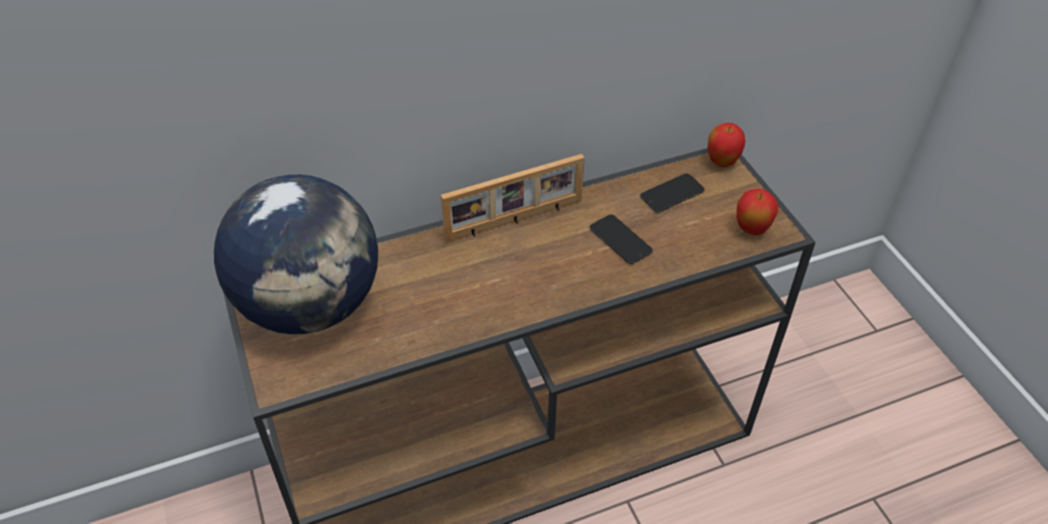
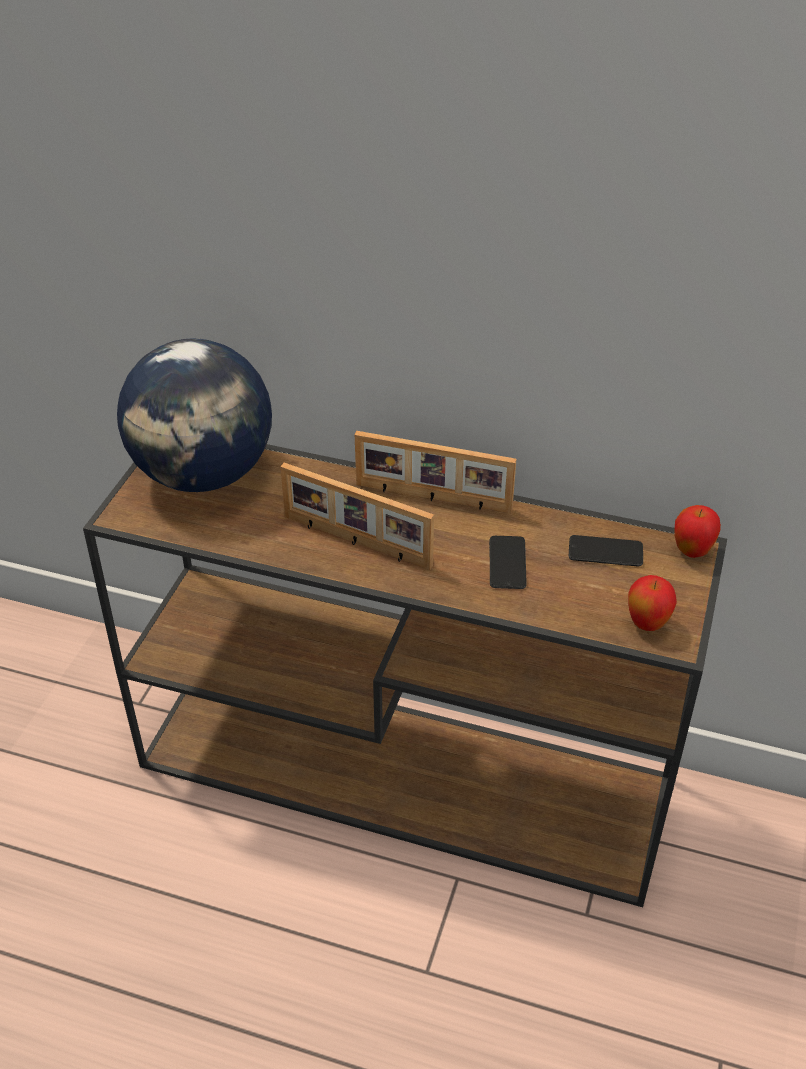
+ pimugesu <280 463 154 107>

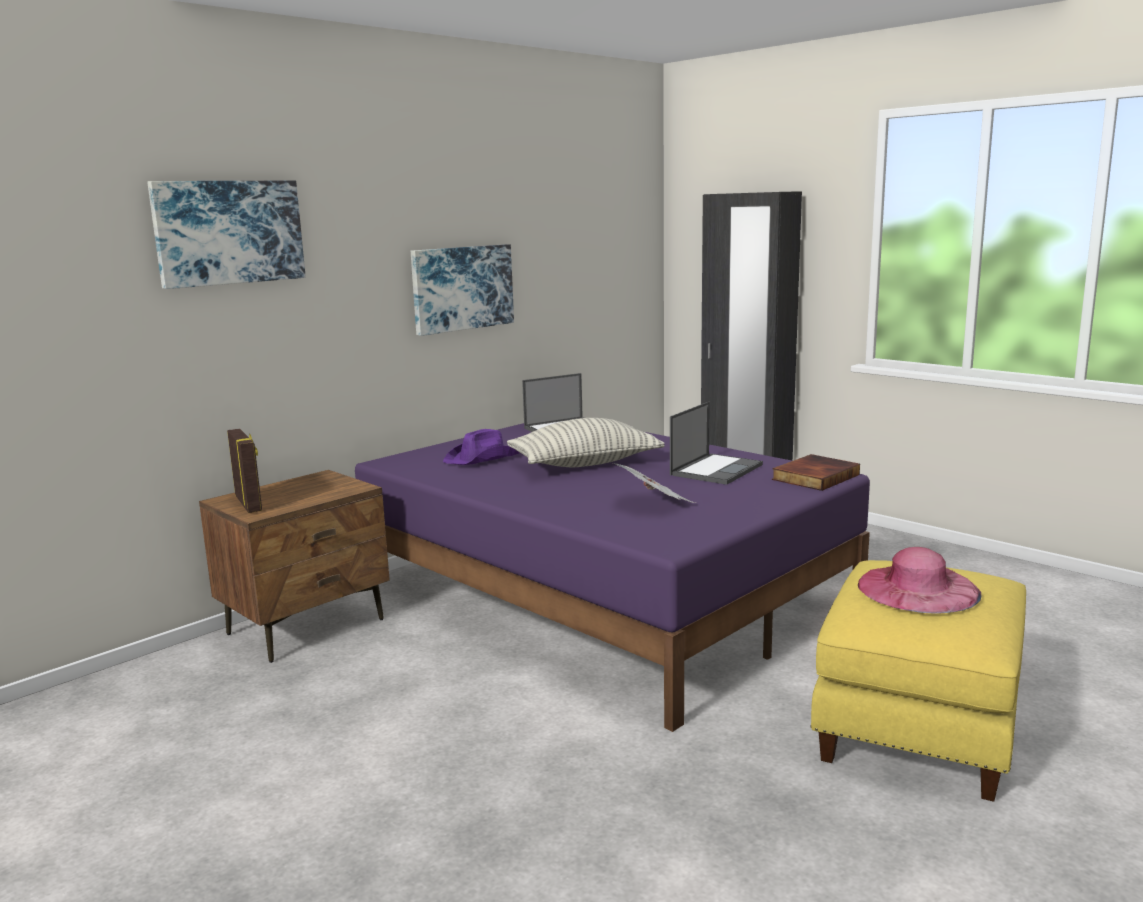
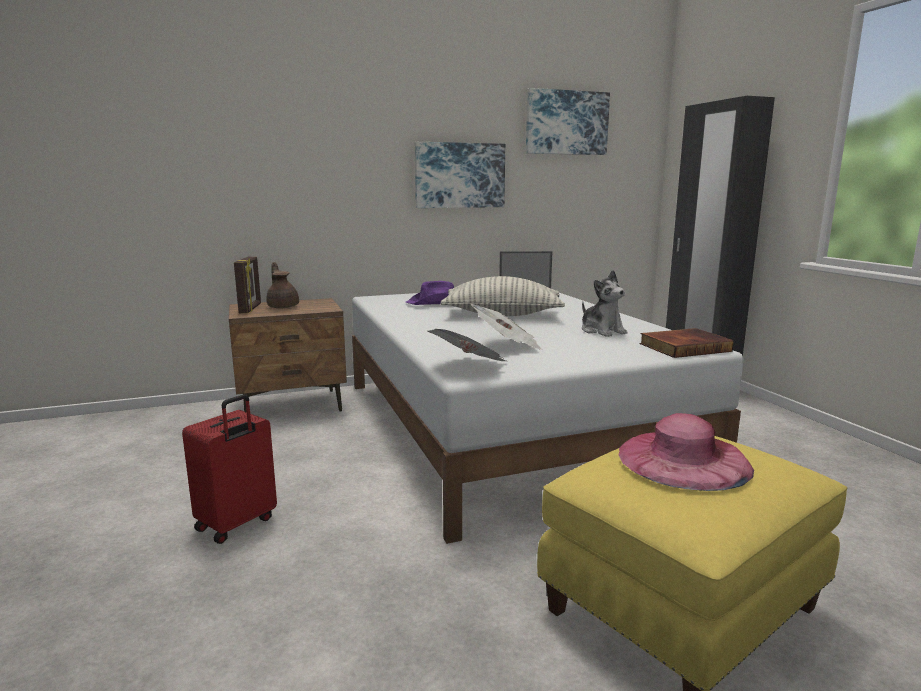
+ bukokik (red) <182 394 95 150>
+ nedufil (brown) <266 262 33 46>
+ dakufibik <427 329 79 32>
~ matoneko <147 181 159 108> to <526 88 84 67>
~ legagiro <670 402 93 83> to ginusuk <582 270 45 67>
~ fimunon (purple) <355 423 515 309> to fimunon (white) <352 293 392 251>

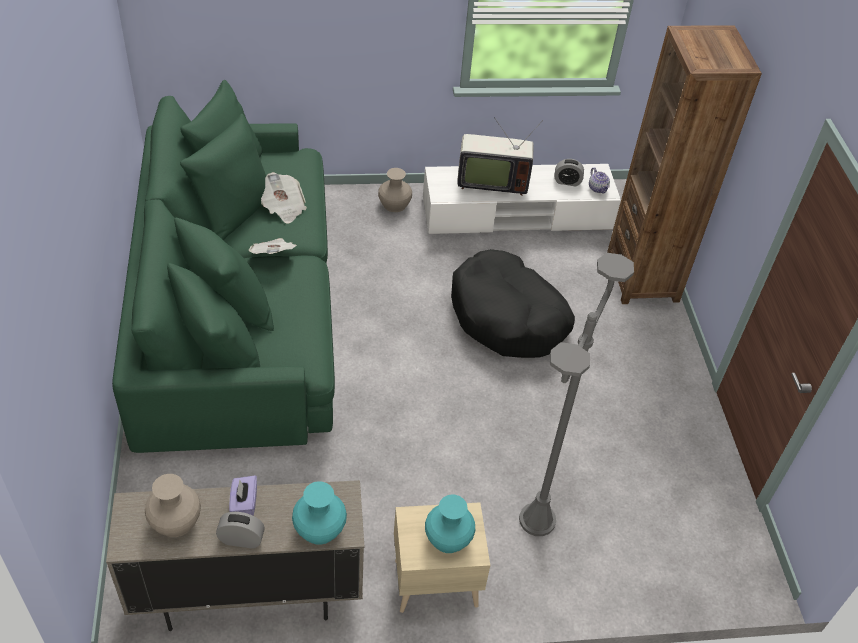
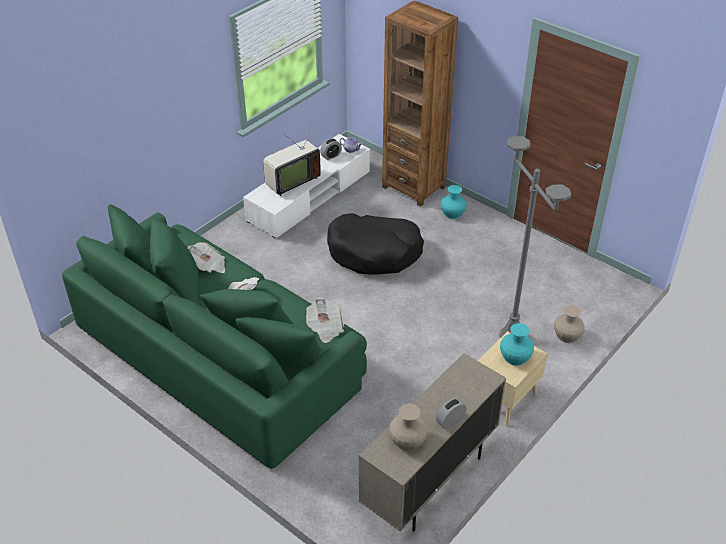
- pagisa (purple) <229 475 28 41>
+ dakufibik <306 297 38 46>
~ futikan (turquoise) <292 481 55 64> to <440 185 27 34>
~ futikan (beige) <378 168 34 44> to <554 305 30 38>

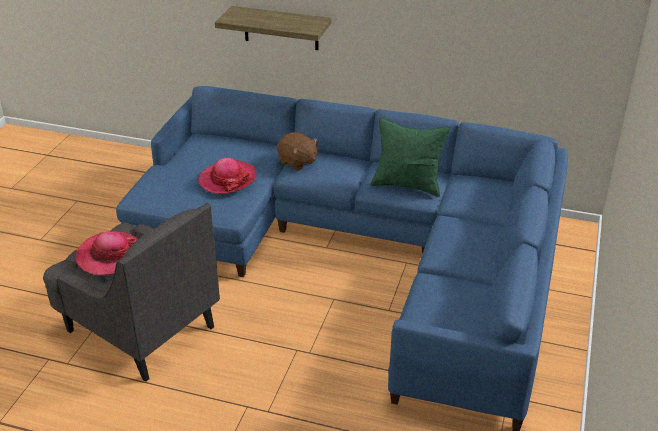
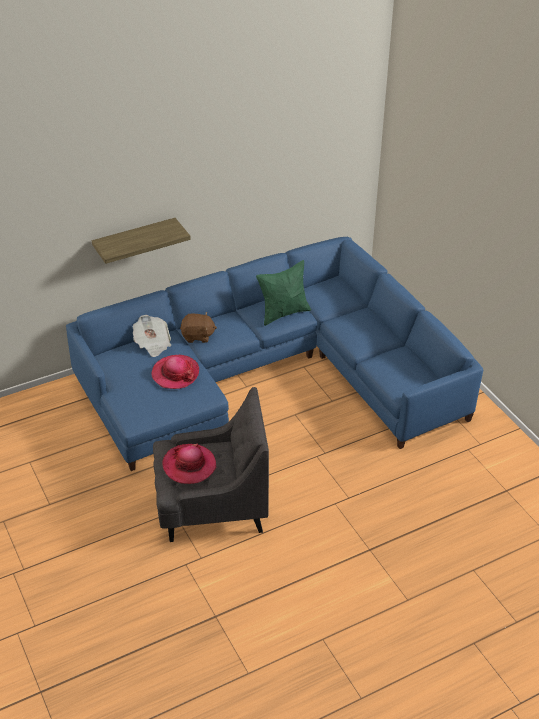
+ dakufibik <132 315 39 42>

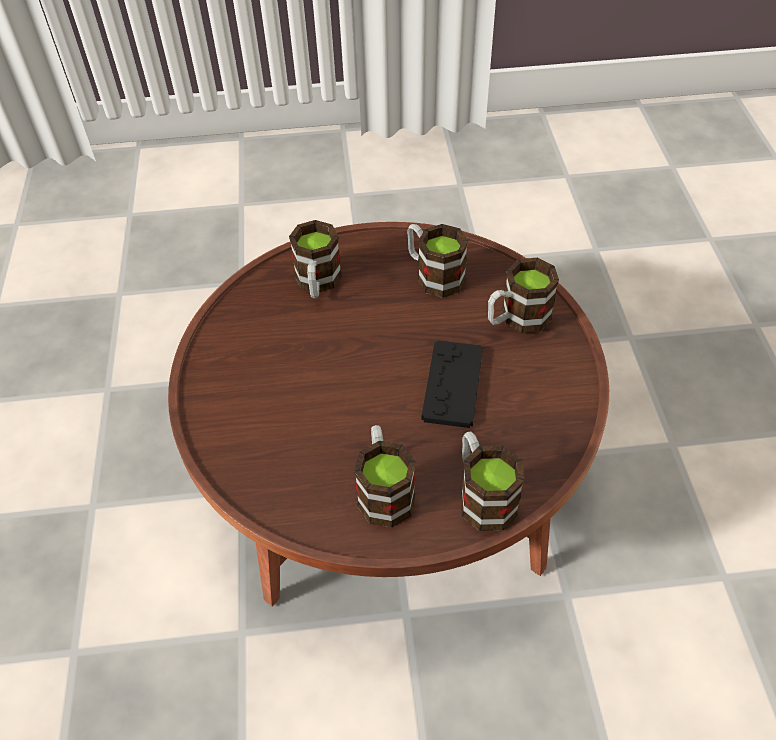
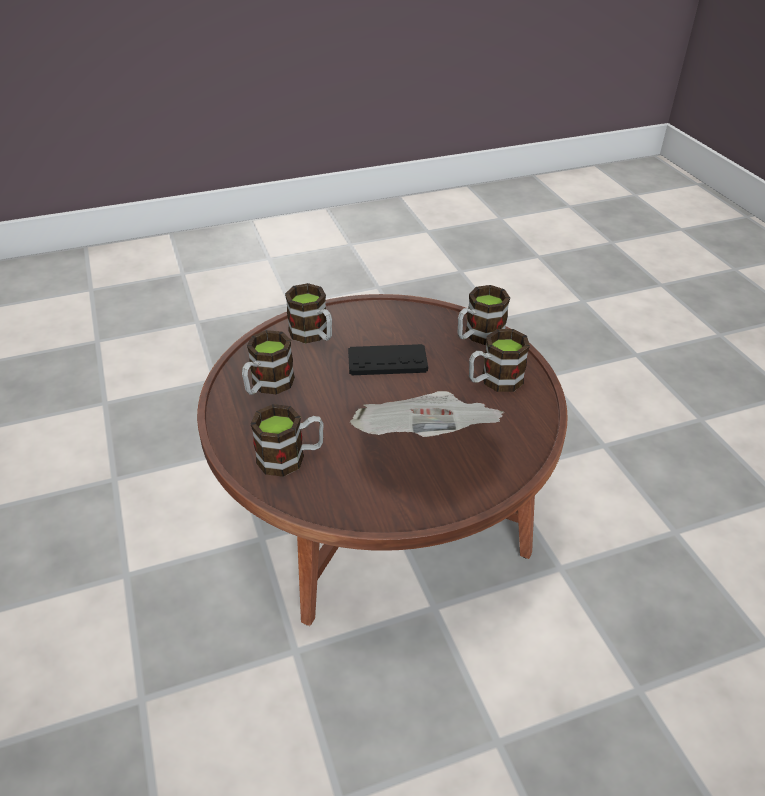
+ dakufibik <350 391 154 46>

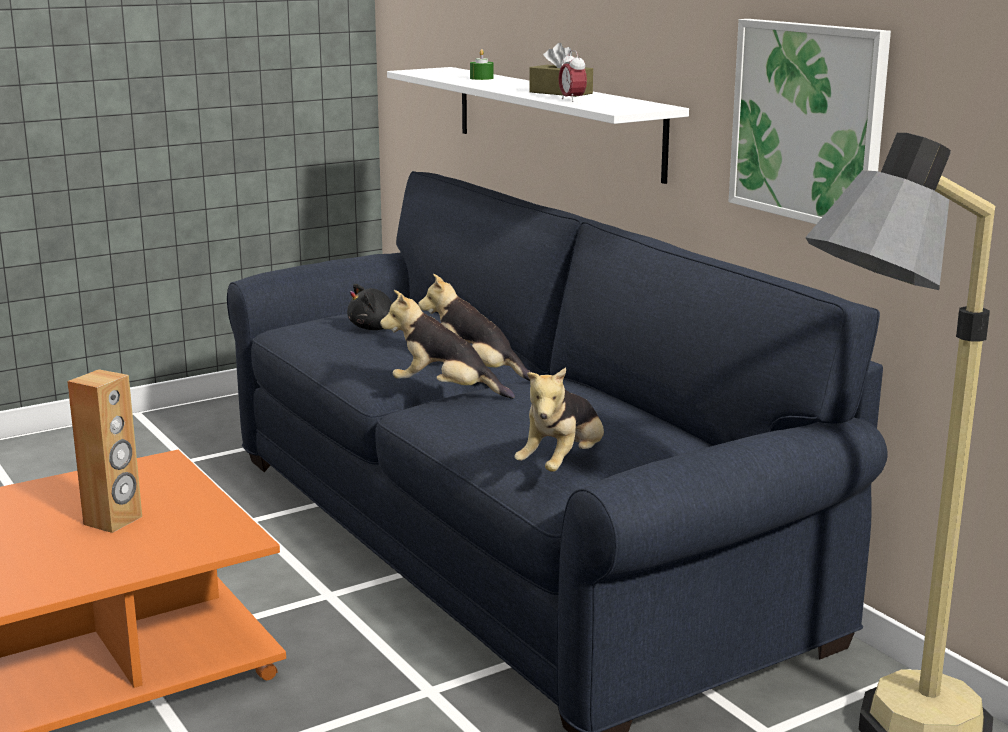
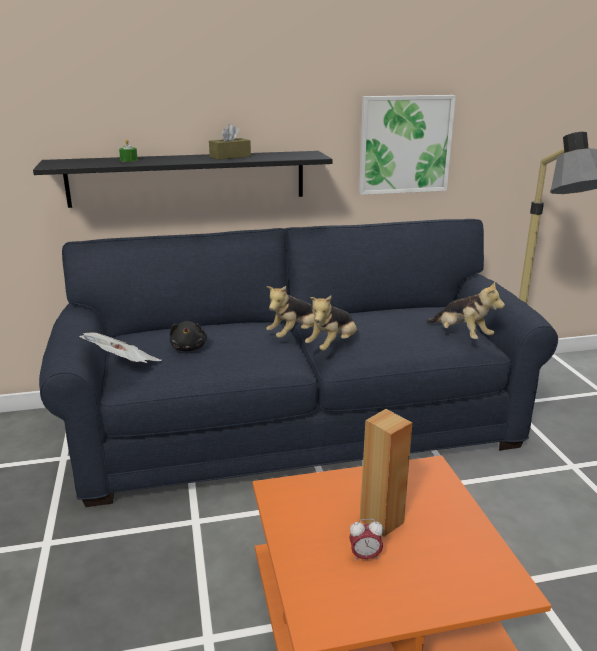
+ dakufibik <79 333 83 30>
~ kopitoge <559 50 28 52> to <349 519 34 42>
~ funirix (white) <387 67 302 117> to funirix (black) <33 151 300 57>

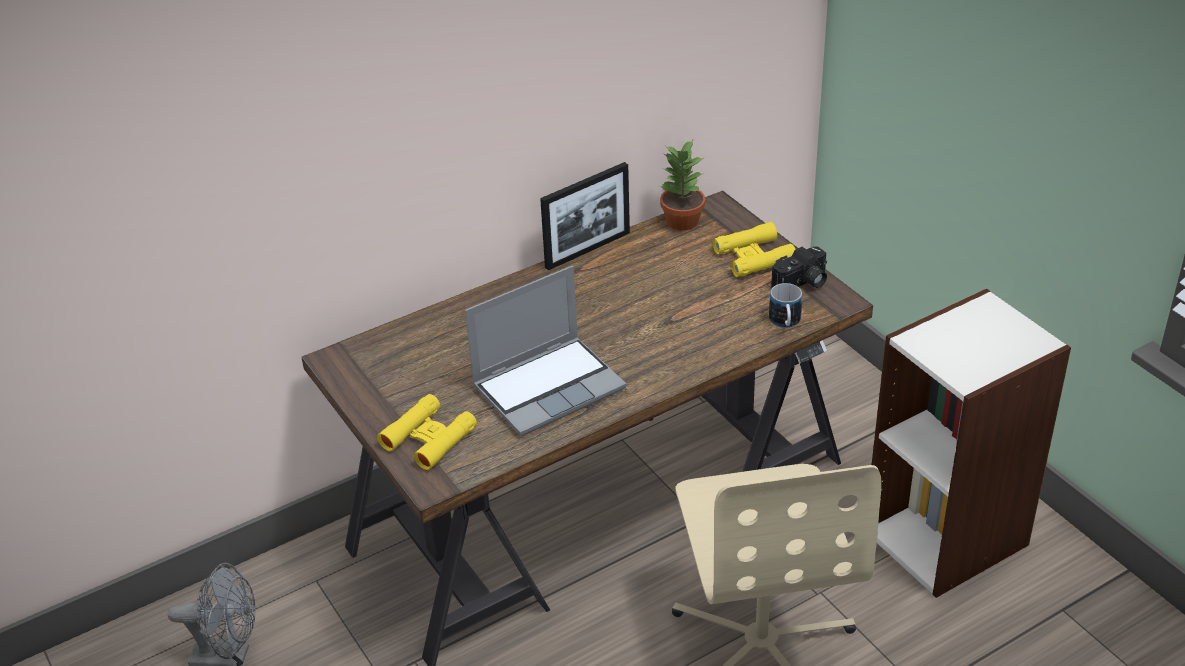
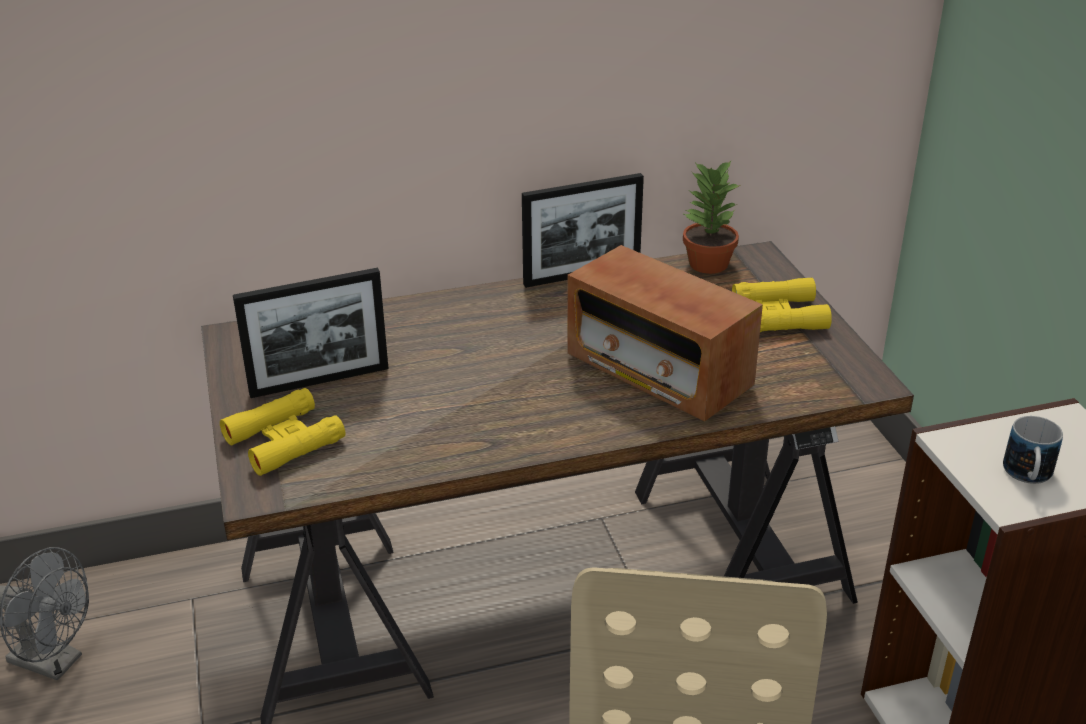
- legagiro <465 266 162 170>
- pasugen <771 246 56 42>
+ pimugesu <233 268 156 130>
+ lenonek <568 245 195 177>
~ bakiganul <769 283 33 45> to <1003 416 60 68>

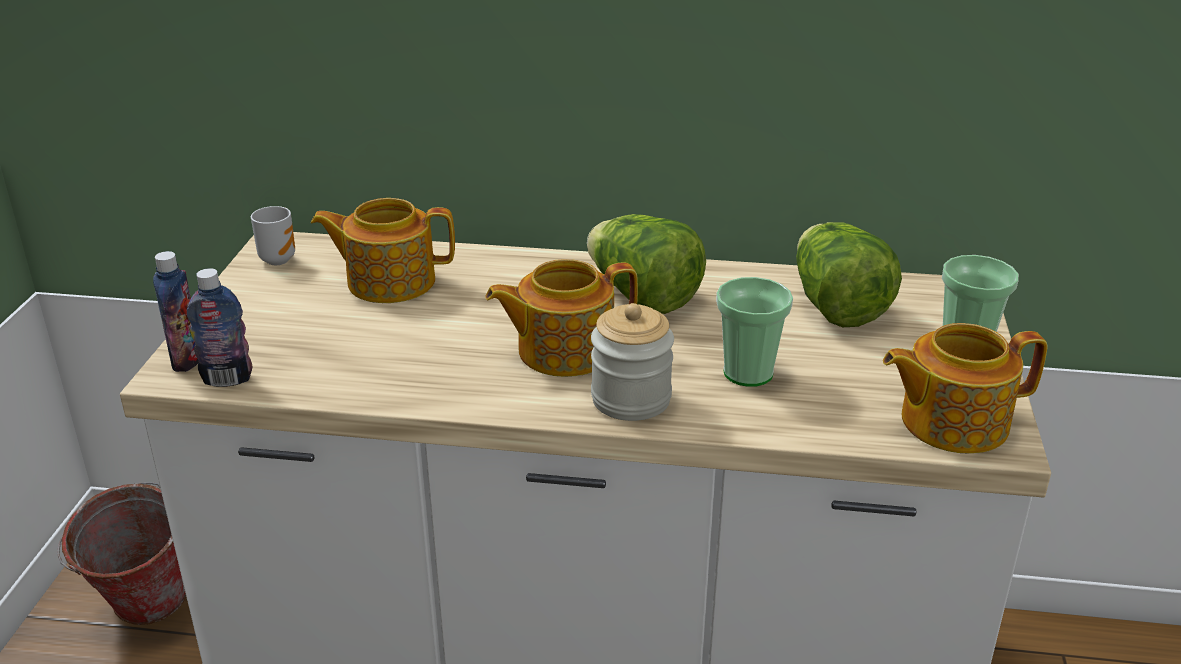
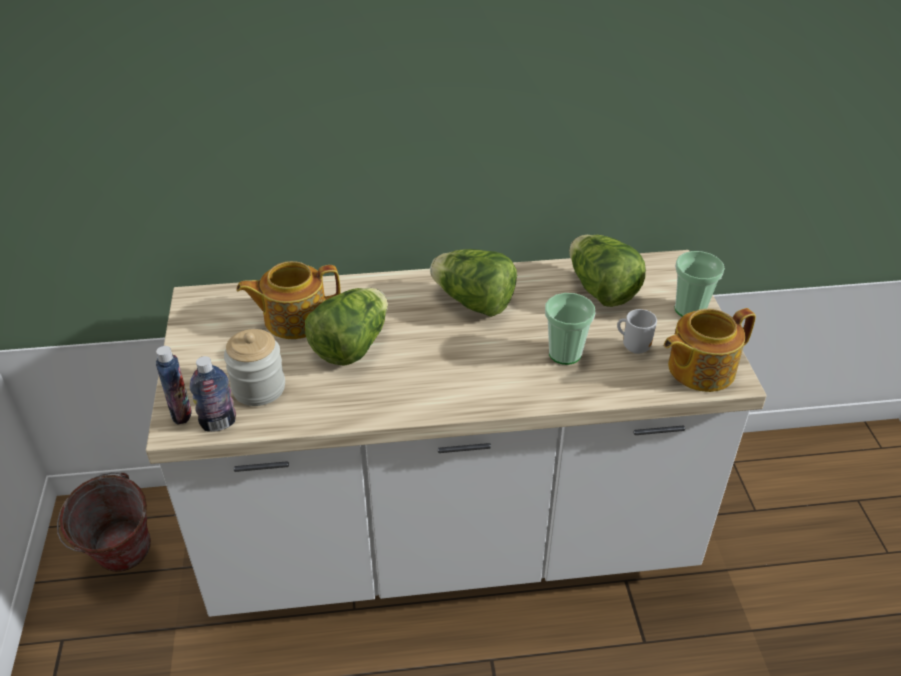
- nedufil <485 259 153 118>
+ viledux <305 287 83 79>
~ bakiganul <251 206 44 59> to <617 309 40 45>
~ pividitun <591 303 83 118> to <224 329 61 77>

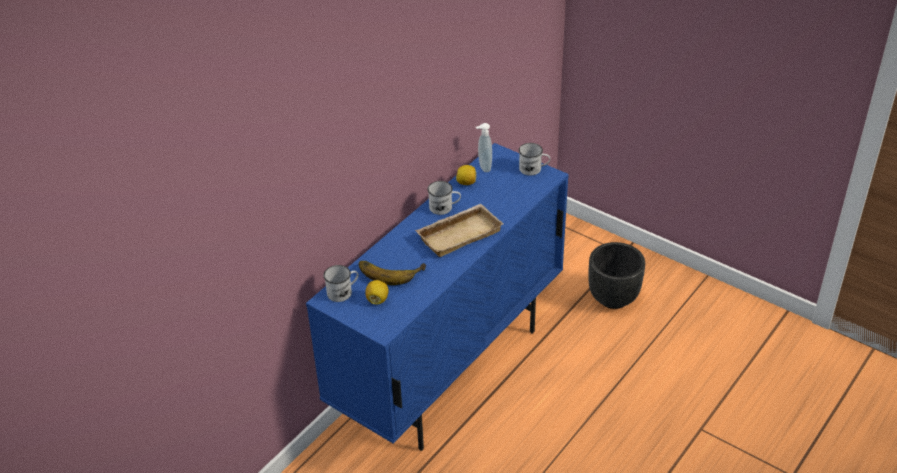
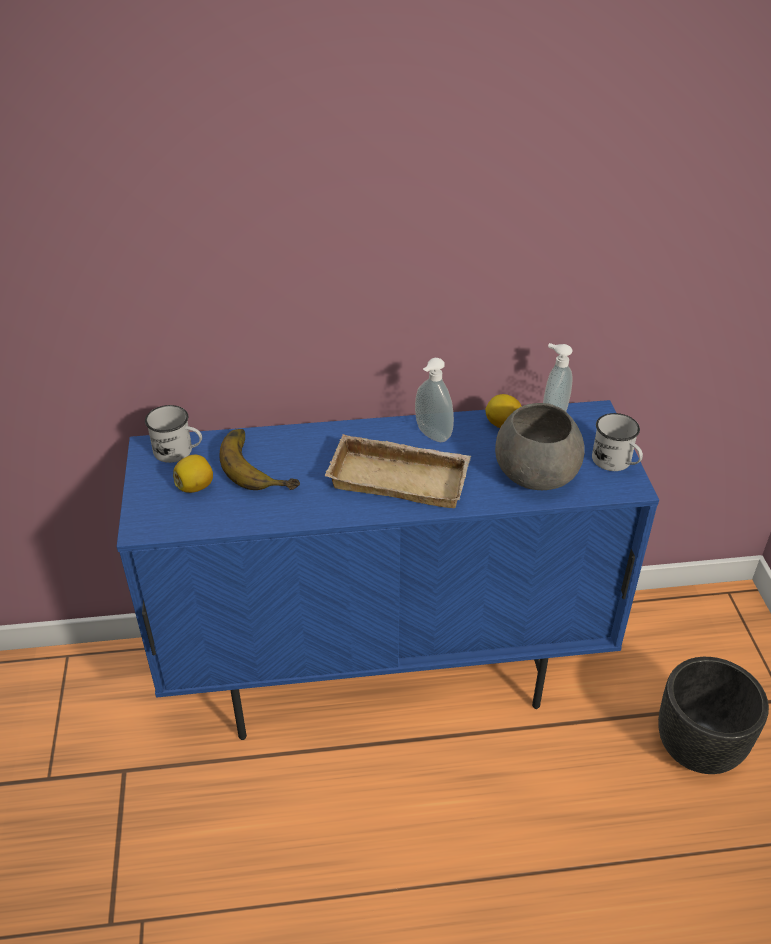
+ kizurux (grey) <495 403 90 87>
~ bakiganul (white) <427 181 34 34> to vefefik <415 358 39 84>

